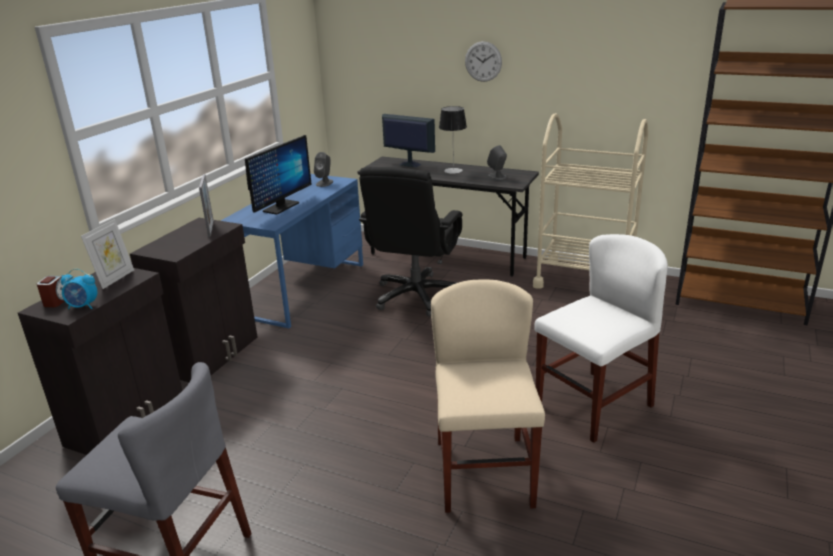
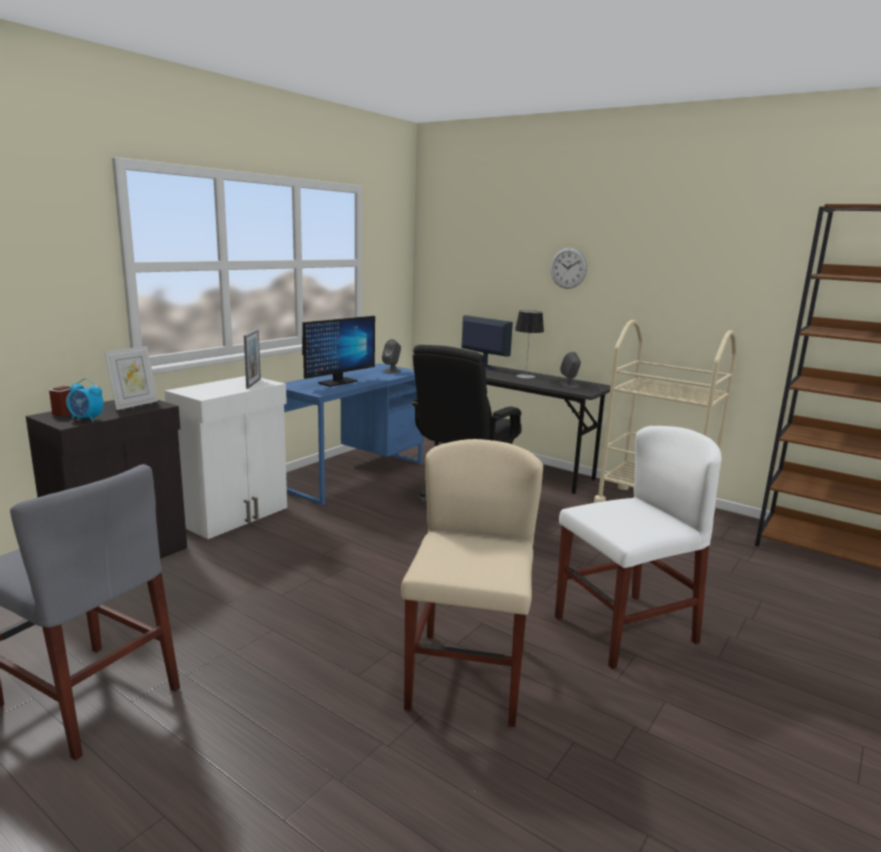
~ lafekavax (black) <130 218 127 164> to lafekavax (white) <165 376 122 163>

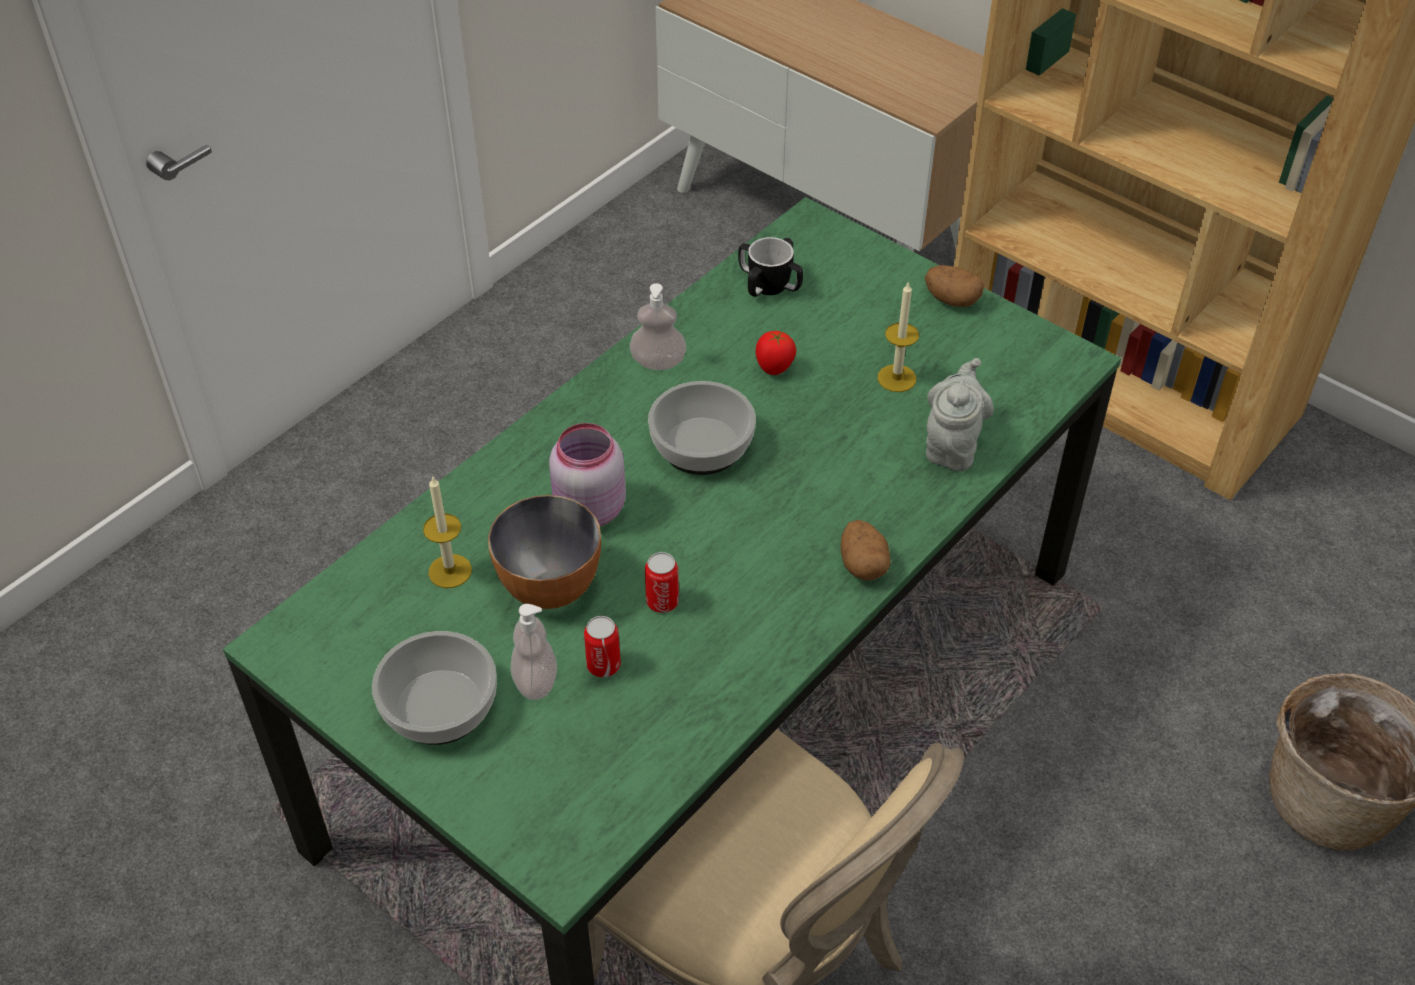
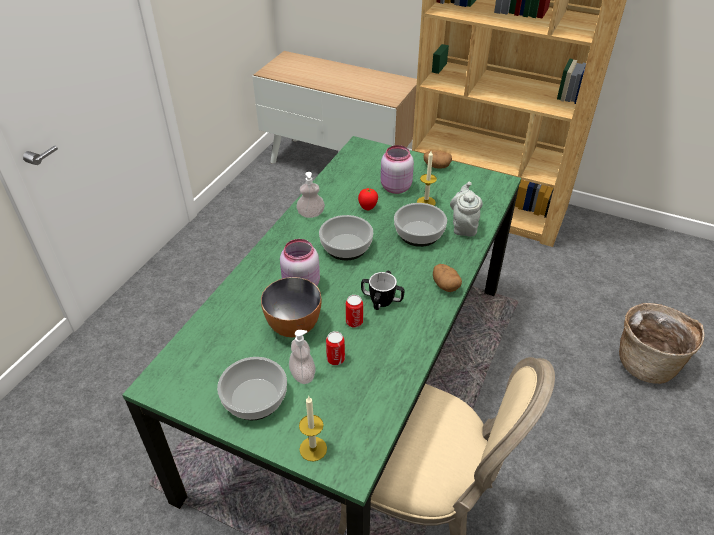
+ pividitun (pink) <381 145 33 49>
+ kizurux <394 203 53 44>
~ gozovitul <423 476 49 112> to <299 396 28 66>
~ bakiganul <738 237 65 60> to <361 271 43 39>

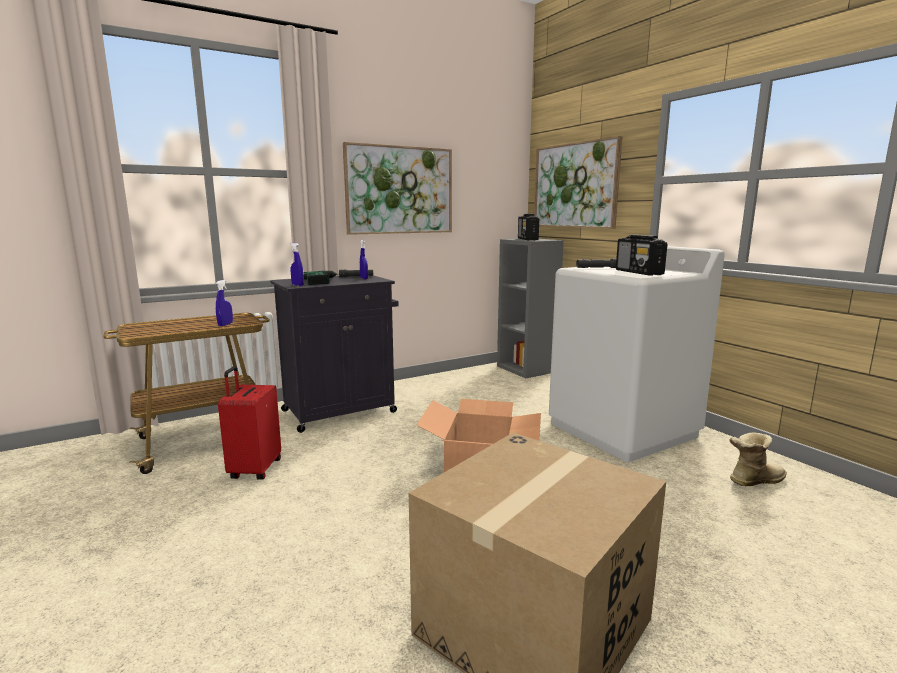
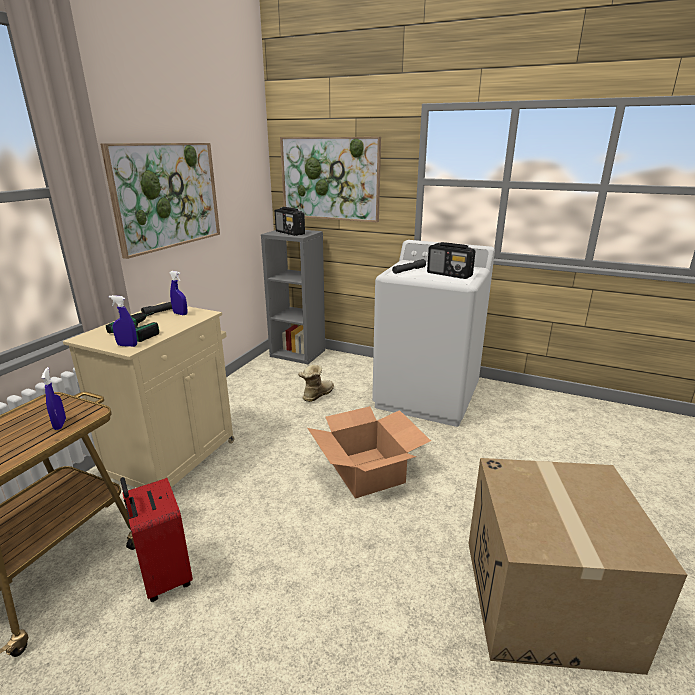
~ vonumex <730 432 57 54> to <298 365 36 37>
~ lafekavax (black) <270 275 129 158> to lafekavax (beige) <63 302 172 186>

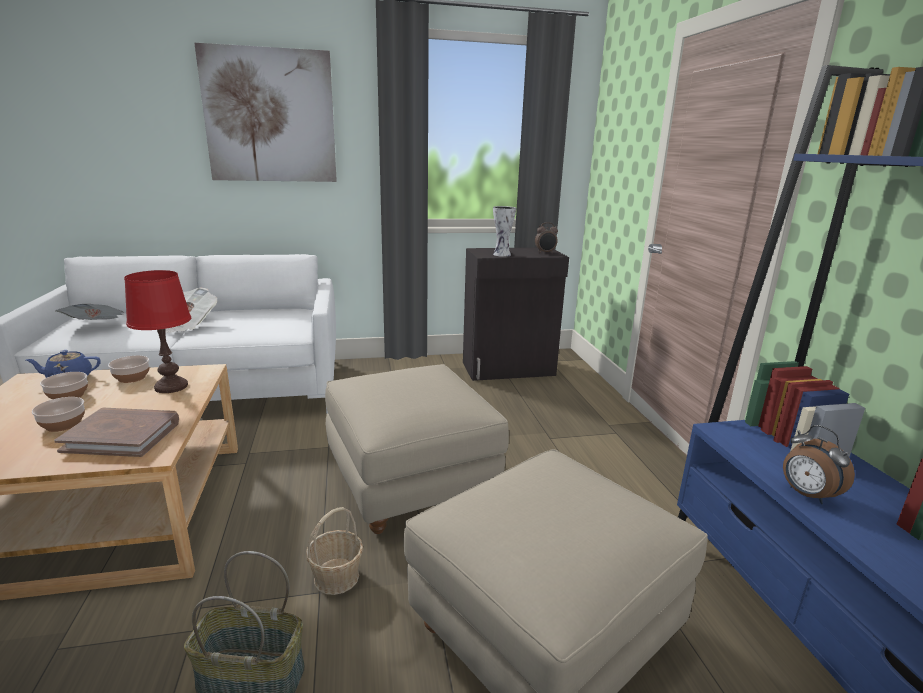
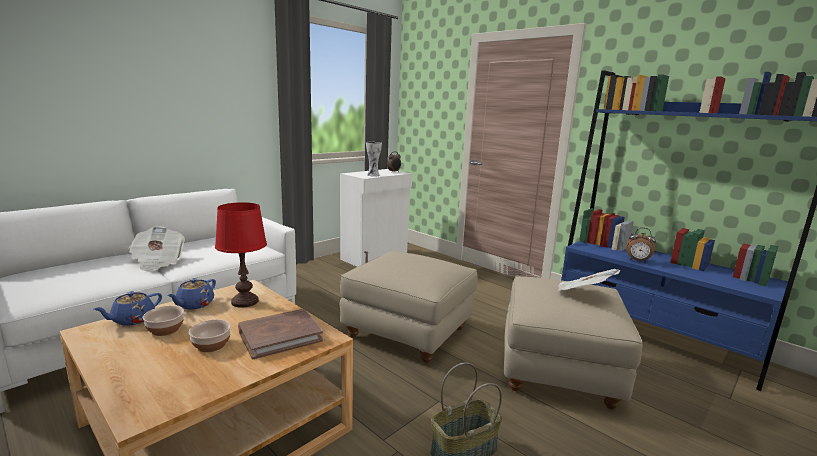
- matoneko <194 43 143 139>
- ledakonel <306 507 57 88>
~ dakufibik <56 304 67 16> to <558 269 62 22>
~ kizurux <108 356 41 27> to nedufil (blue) <167 278 49 32>
~ lafekavax (black) <463 248 106 133> to lafekavax (white) <340 169 72 98>

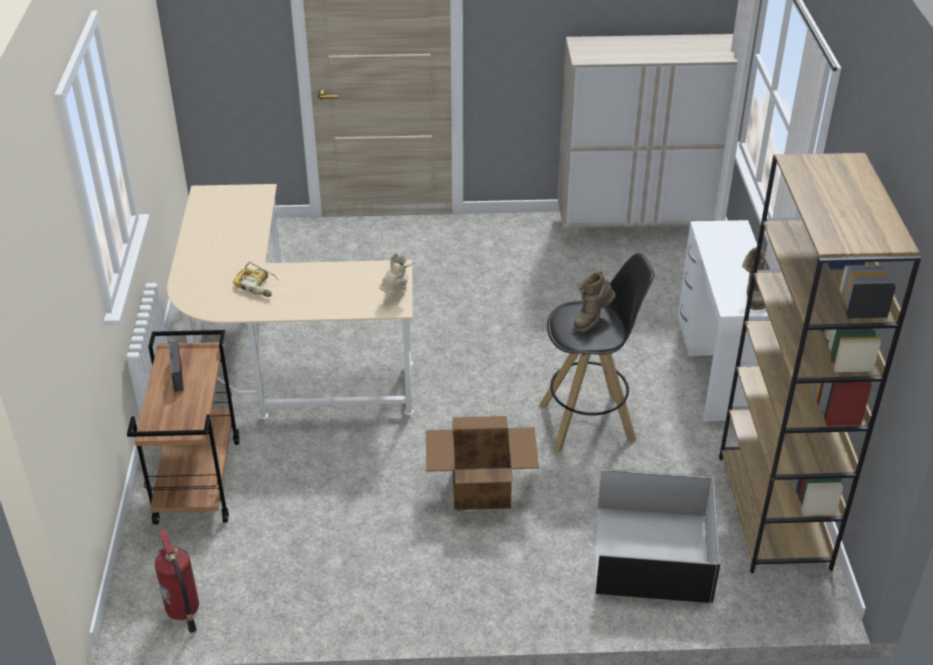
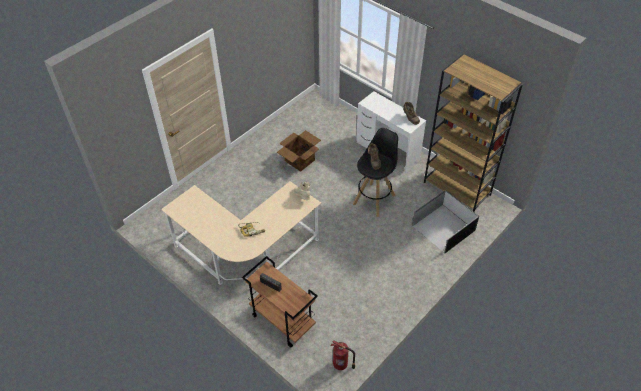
- lafekavax (beige) <557 34 180 209>
~ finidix <426 416 113 94> to <277 130 44 42>

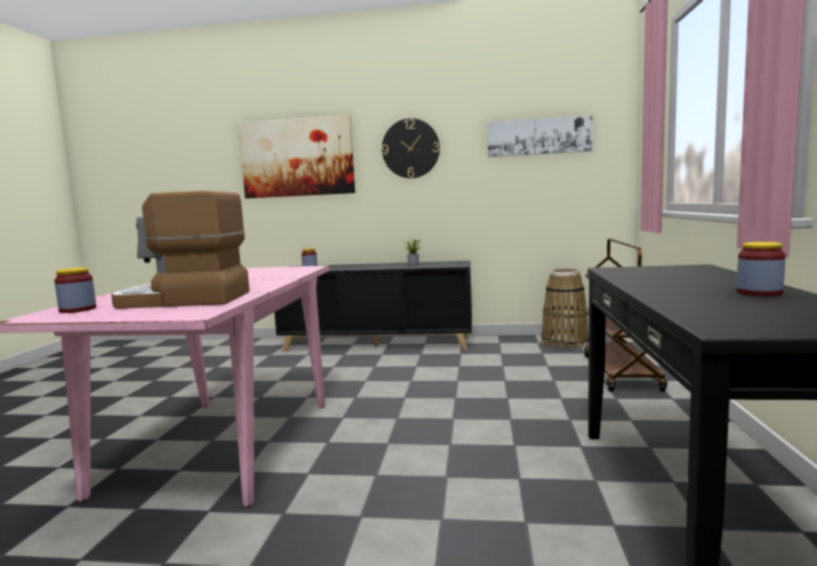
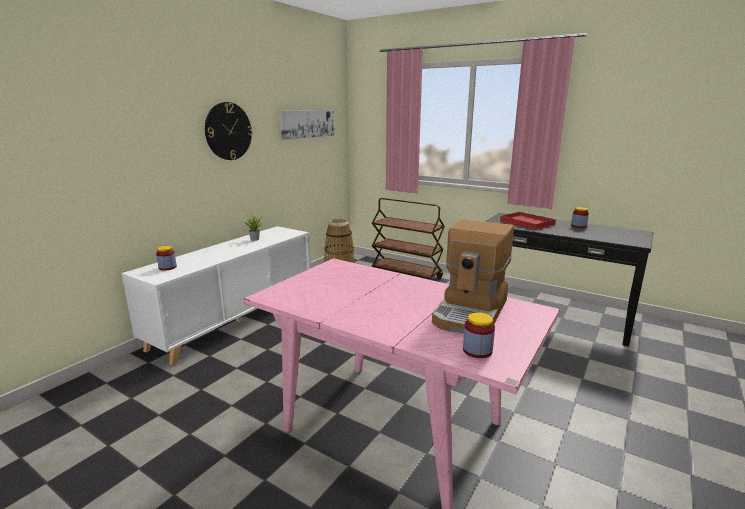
- matoneko <238 115 117 83>
+ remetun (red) <500 211 56 19>
~ lafekavax (black) <274 261 198 90> to lafekavax (white) <121 226 190 140>

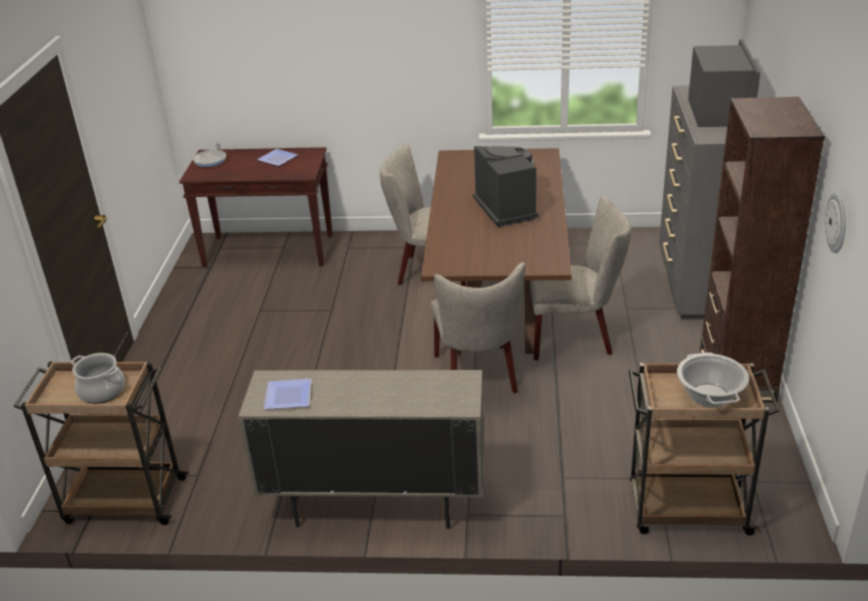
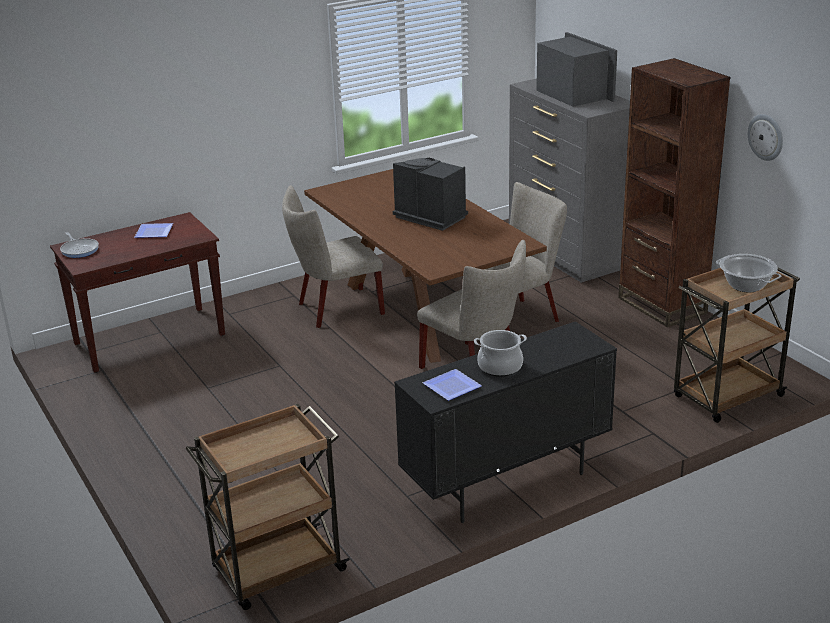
~ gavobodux <71 353 54 51> to <474 330 53 47>
~ lafekavax (beige) <238 370 247 159> to lafekavax (black) <394 321 223 202>

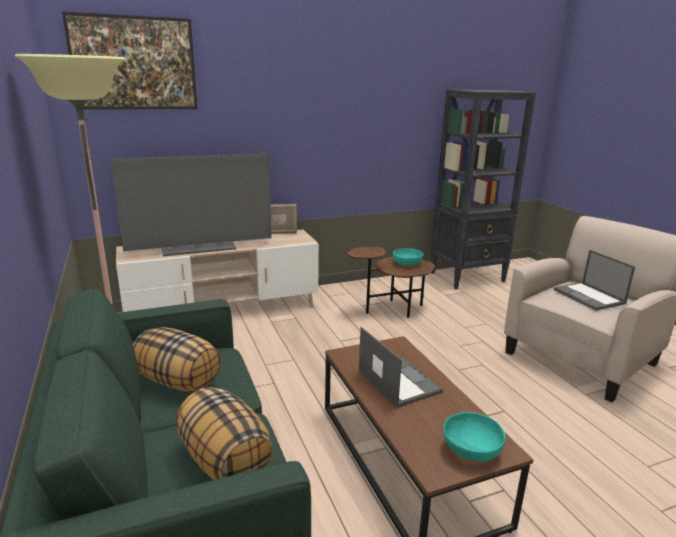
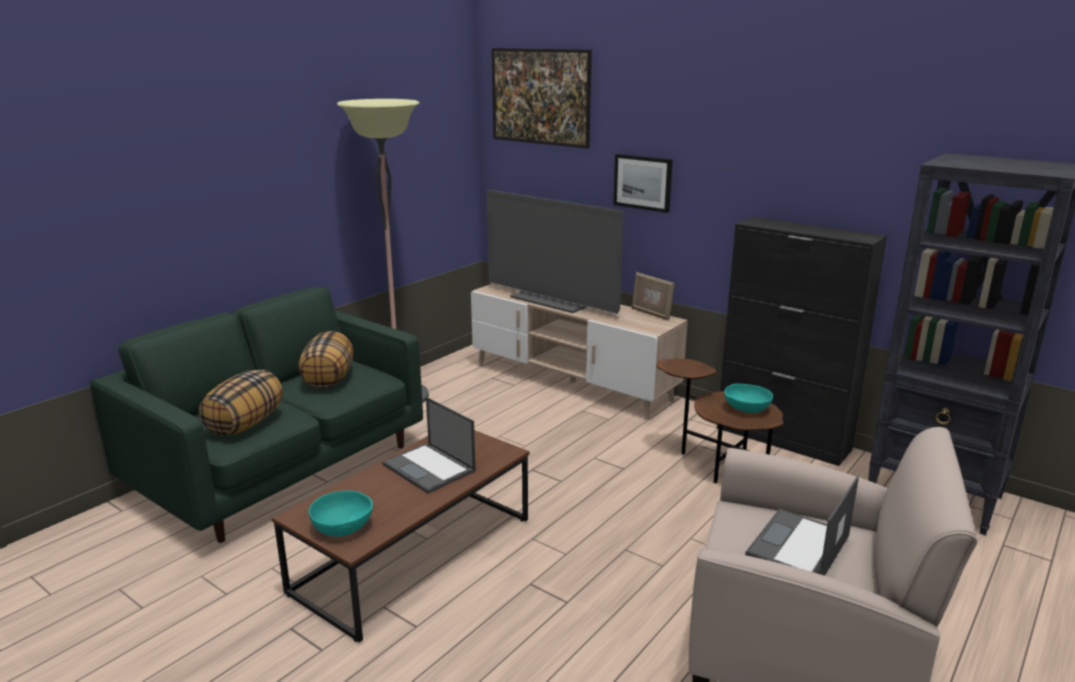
+ matoneko <613 154 60 59>
+ lafekavax (black) <717 217 170 249>
~ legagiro <359 327 84 81> = <382 397 94 97> 105 degrees clockwise

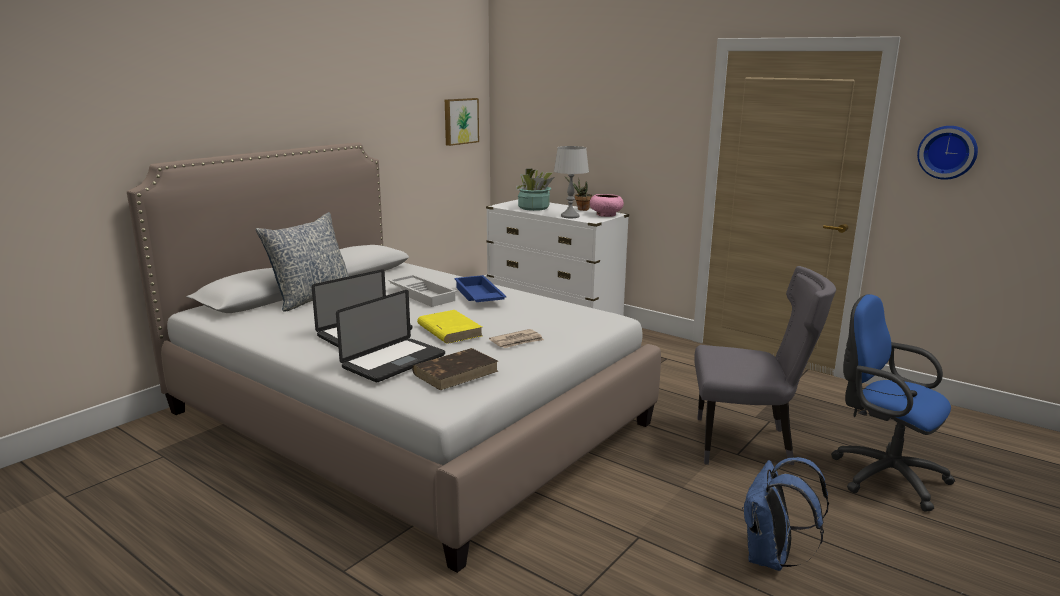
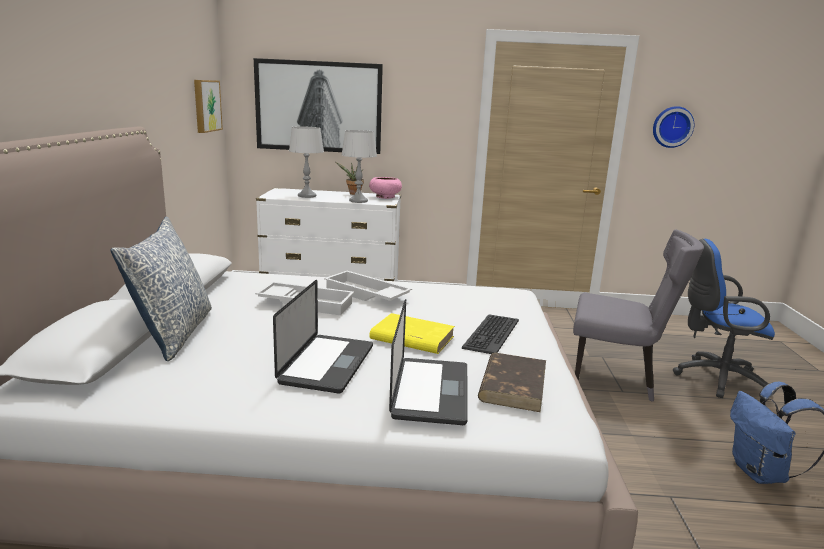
+ matoneko <254 58 129 96>
~ dakufibik <489 329 55 19> to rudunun <462 314 57 40>
~ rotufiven <516 169 38 42> to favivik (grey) <289 126 35 72>
~ remetun (blue) <454 275 53 27> to remetun (white) <324 271 88 30>
~ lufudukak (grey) <694 266 142 199> = <573 229 131 173> 45 degrees clockwise

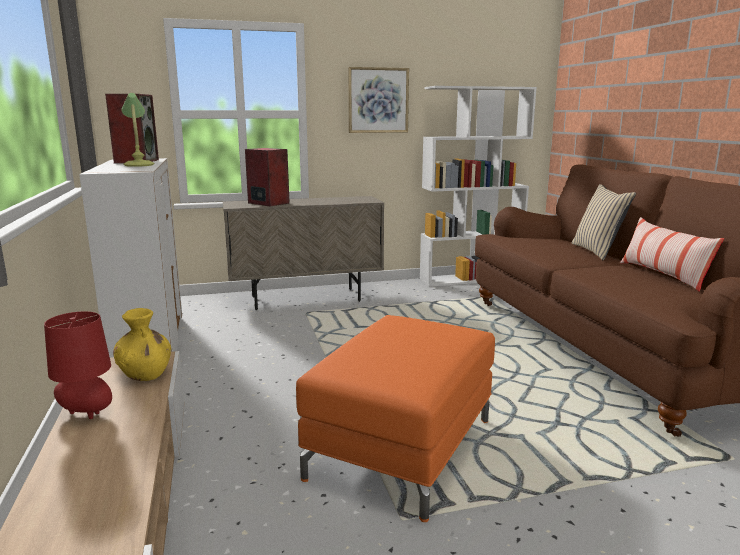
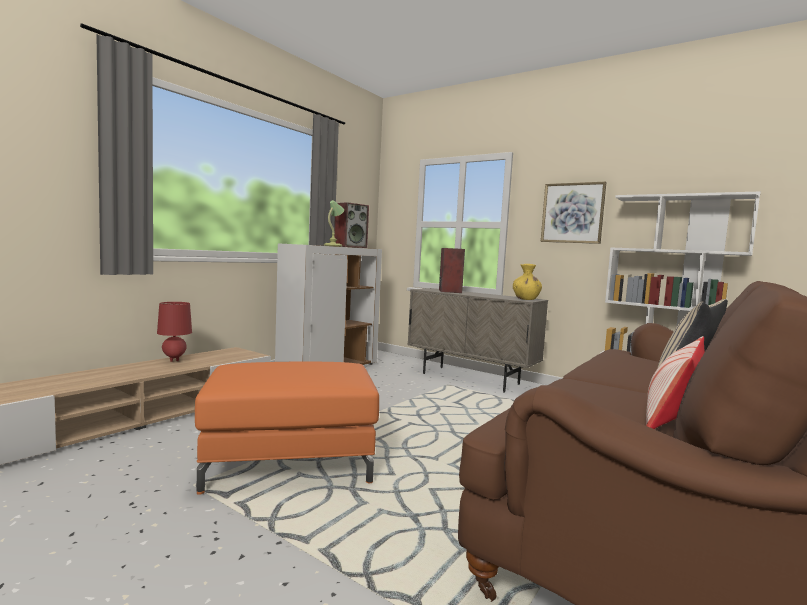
~ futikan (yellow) <113 308 58 73> to <513 264 29 36>

